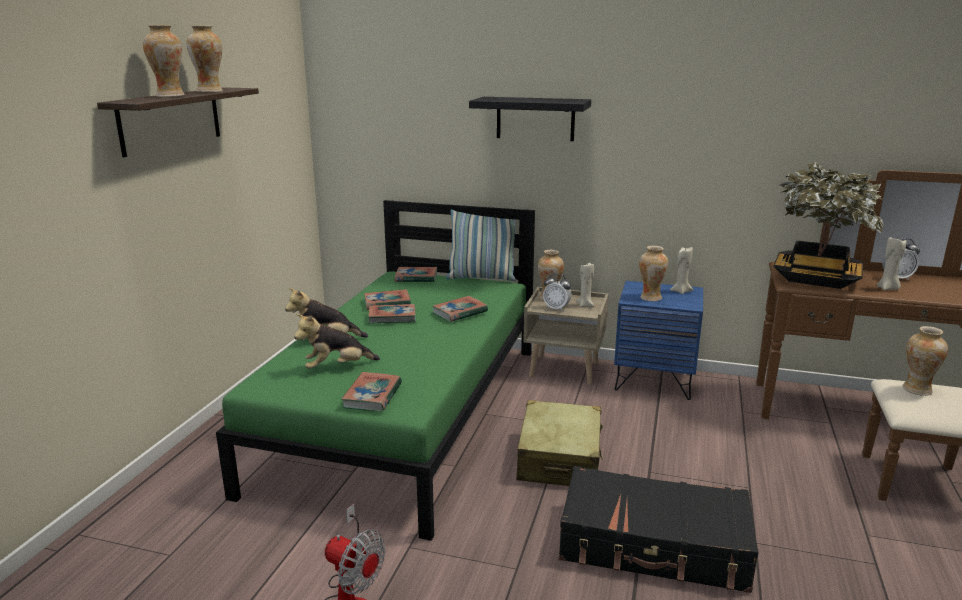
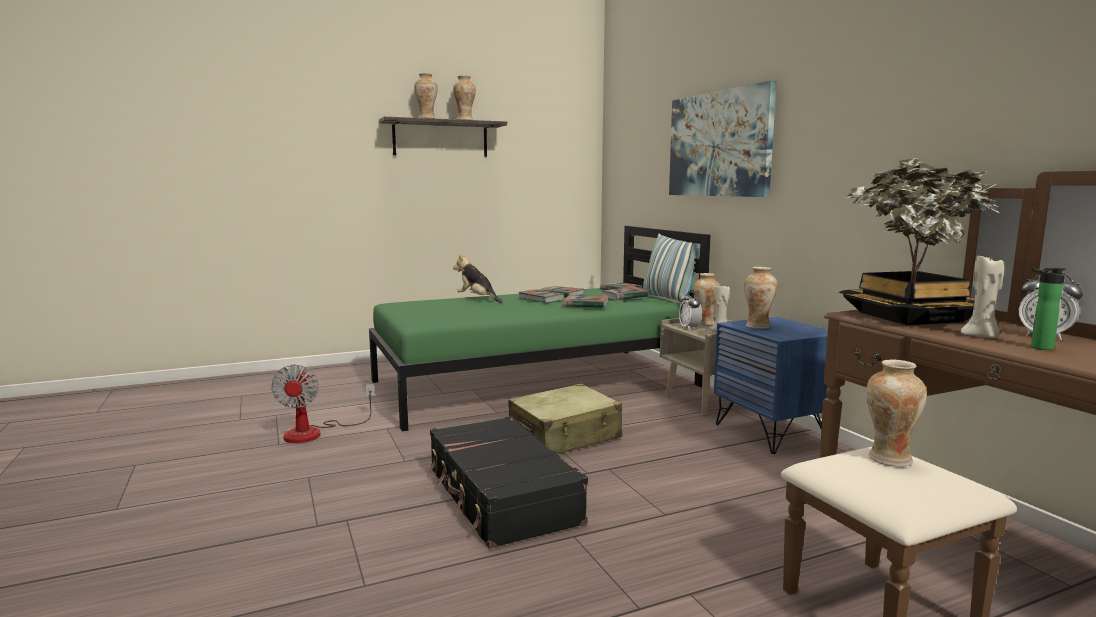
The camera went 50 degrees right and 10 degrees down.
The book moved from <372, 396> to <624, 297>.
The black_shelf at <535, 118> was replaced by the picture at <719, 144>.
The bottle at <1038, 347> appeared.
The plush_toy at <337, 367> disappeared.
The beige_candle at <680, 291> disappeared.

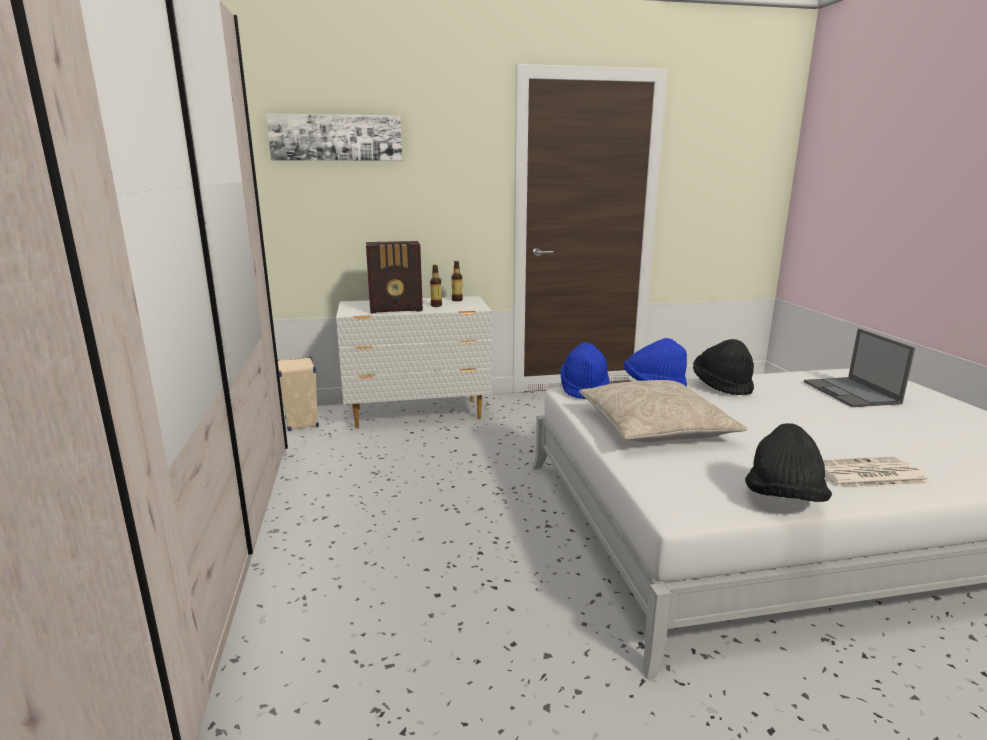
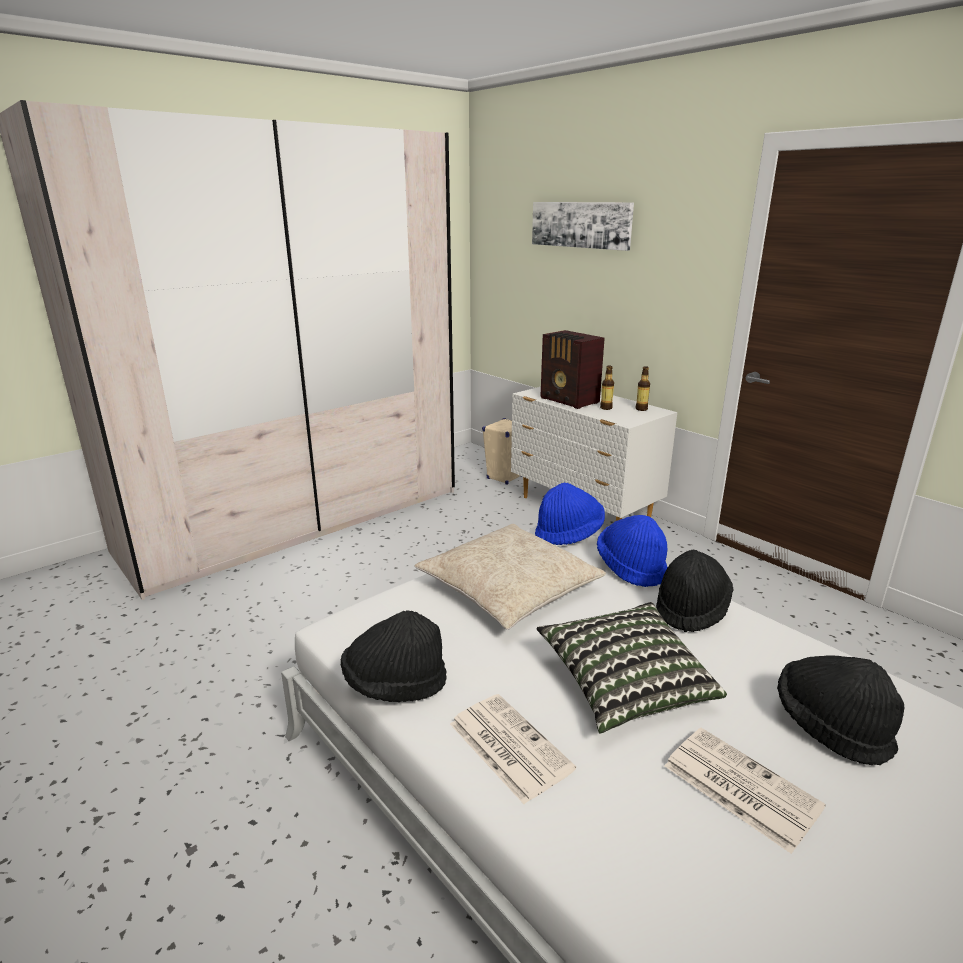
The camera went 60 degrees right and 5 degrees up.
The pillow at <625, 684> appeared.
The newspaper at <738, 786> appeared.
The laptop at <851, 393> was replaced by the black_hat at <830, 727>.

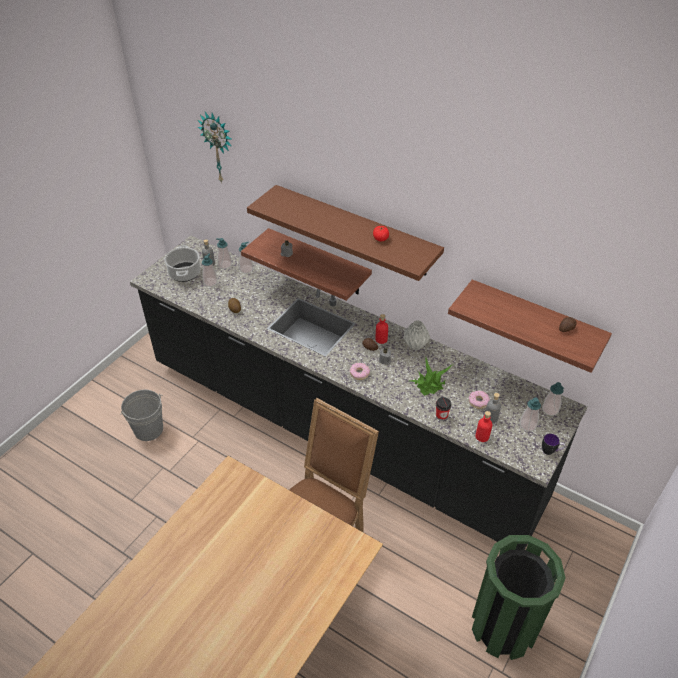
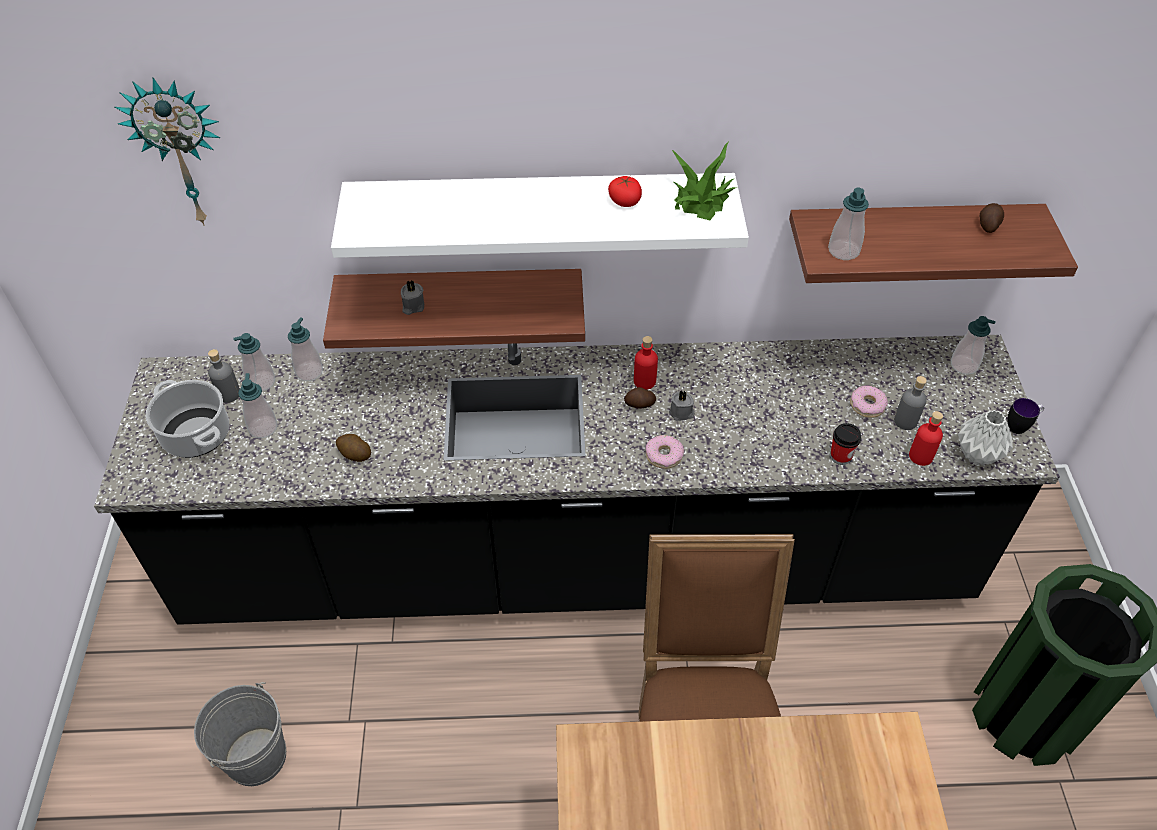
The camera went 35 degrees left and 5 degrees up.
The brown_shelf at <355, 230> became the white_shelf at <540, 209>.
The potted_plant moved from <430, 384> to <702, 199>.
The soap_dispenser moved from <528, 425> to <843, 251>.
The grey_vase moved from <416, 345> to <978, 455>.

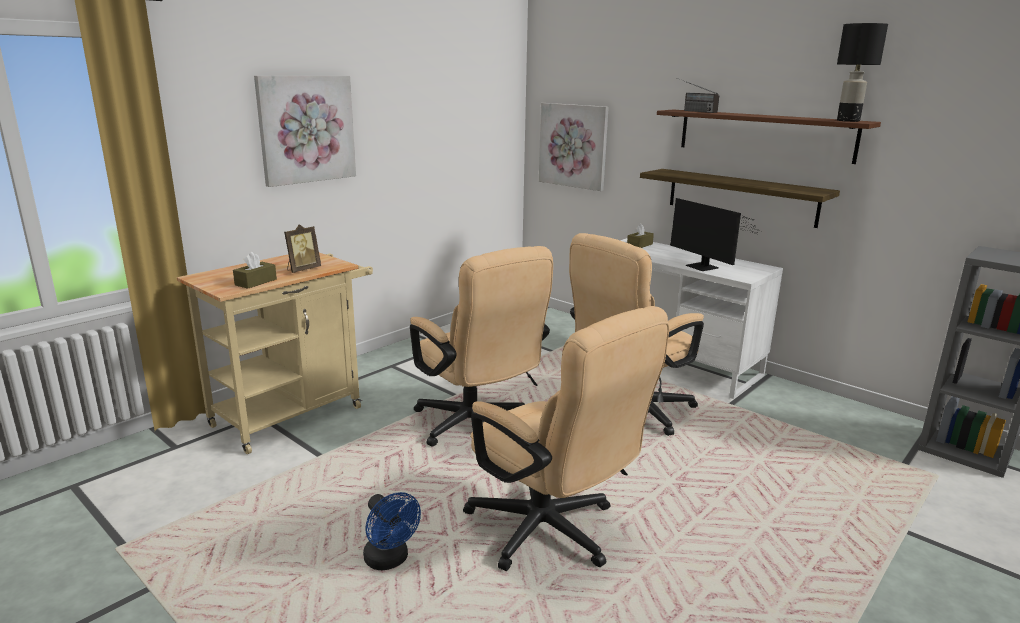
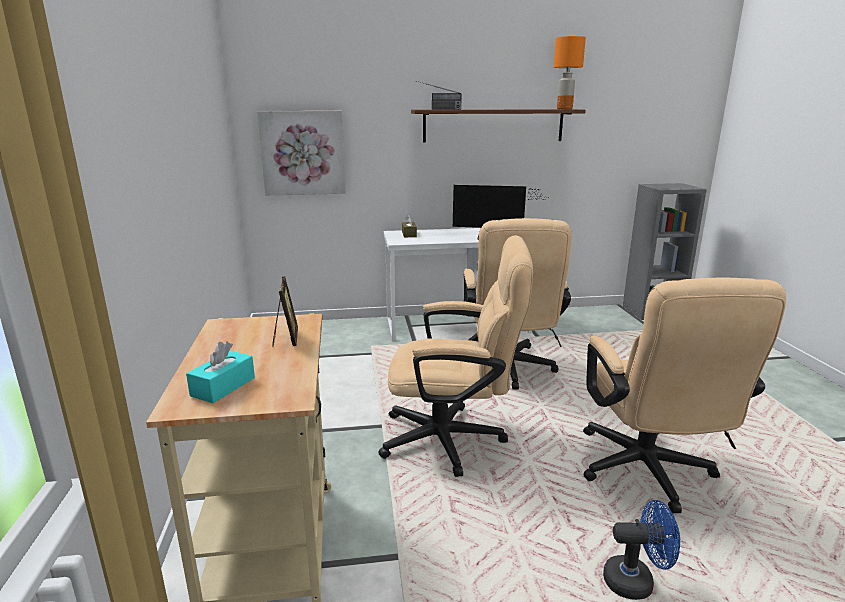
The camera went 50 degrees left and 0 degrees up.
The turquoise_tissue_box at <223, 387> appeared.
The black_table_lamp at <848, 121> became the orange_table_lamp at <564, 109>.
The beige_office_chair at <552, 534> turned 90 degrees clockwise.
The brown_tissue_box at <256, 282> disappeared.
The picture at <306, 129> disappeared.
The shelf at <741, 197> disappeared.

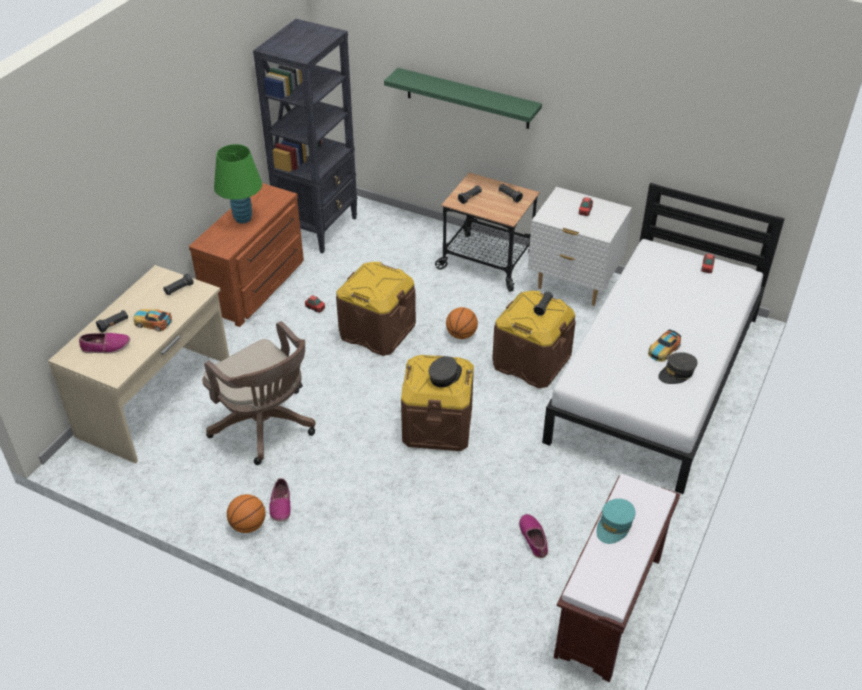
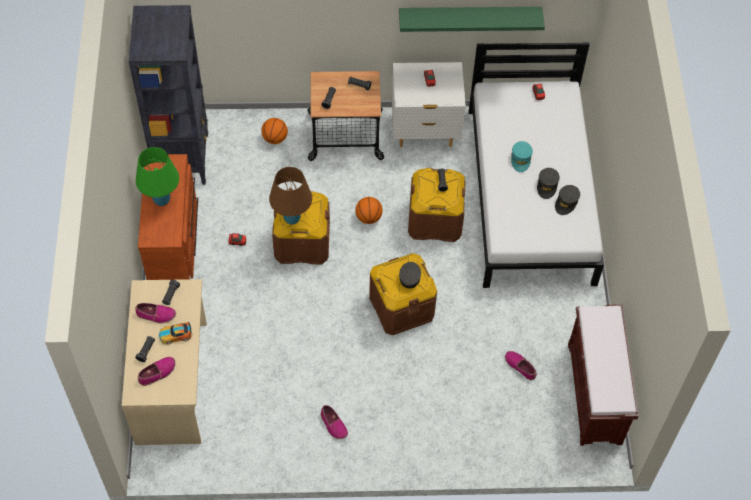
The camera went 30 degrees left and 15 degrees up.
The shoe at <156, 315> appeared.
The basketball moved from <248, 525> to <275, 138>.
The brown_table_lamp at <292, 218> appeared.
The green_shelf moved from <467, 98> to <469, 16>.
The turquoise_cap moved from <614, 525> to <521, 159>.
The toy_car at <663, 350> was replaced by the grey_cap at <547, 186>.
The brown_office_chair at <266, 427> disappeared.

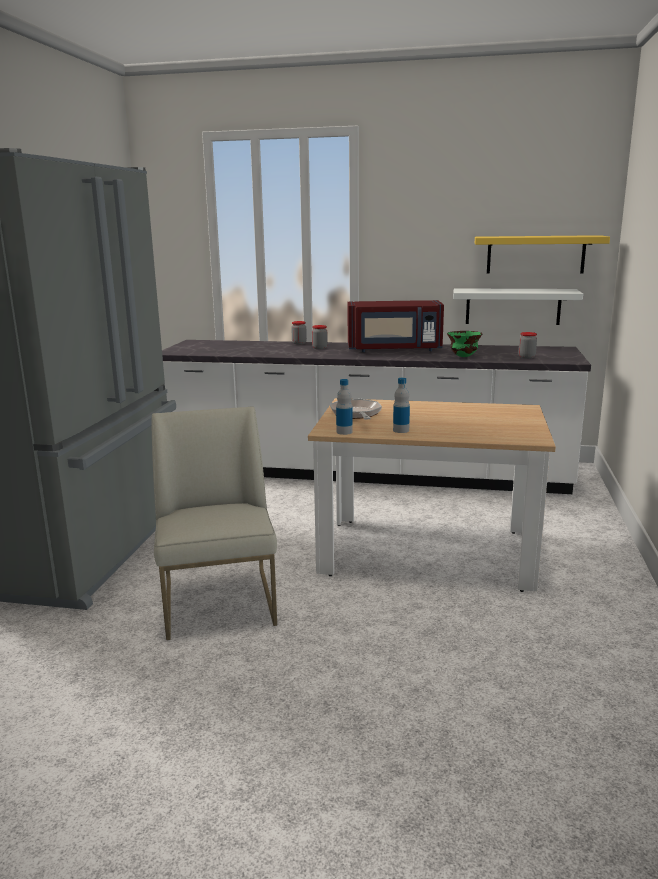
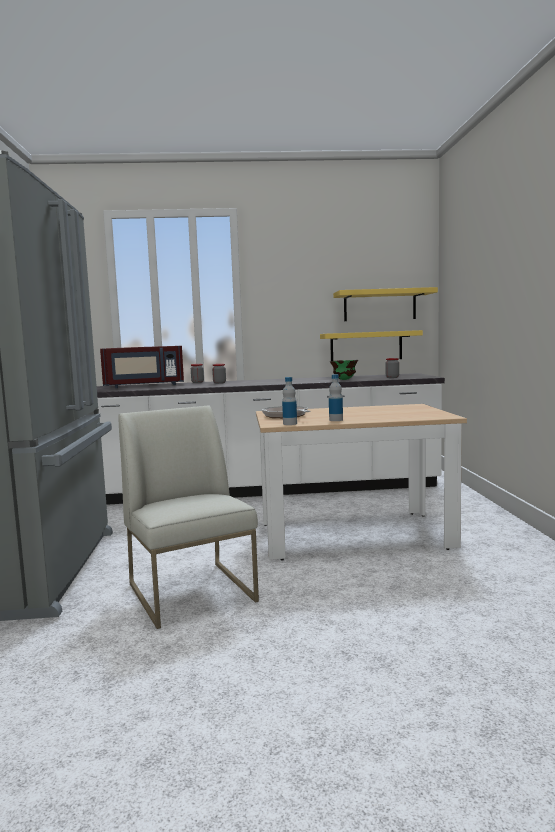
The camera went 15 degrees left and 10 degrees down.
The red_microwave moved from <394, 349> to <144, 386>.
The white_shelf at <513, 306> became the yellow_shelf at <366, 346>.

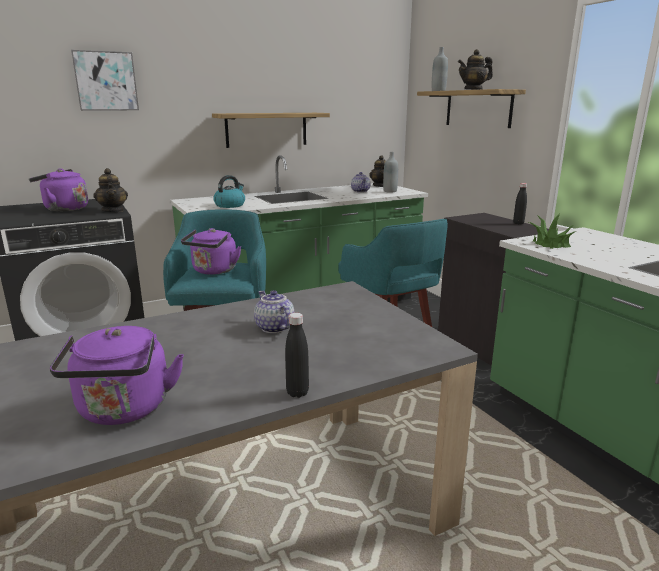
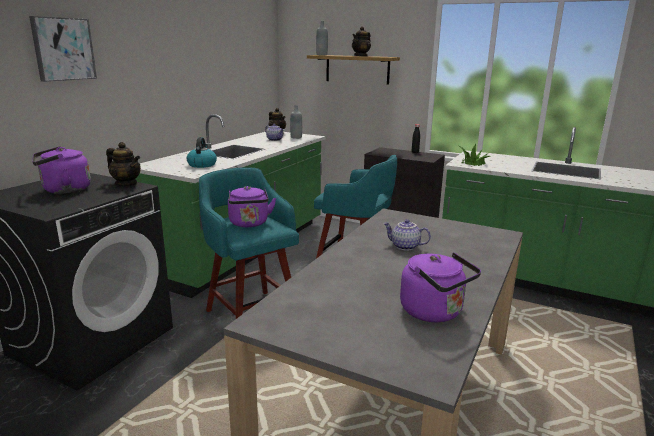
The camera went 35 degrees left and 0 degrees up.
The shelf at <266, 129> disappeared.
The black_bottle at <297, 392> disappeared.

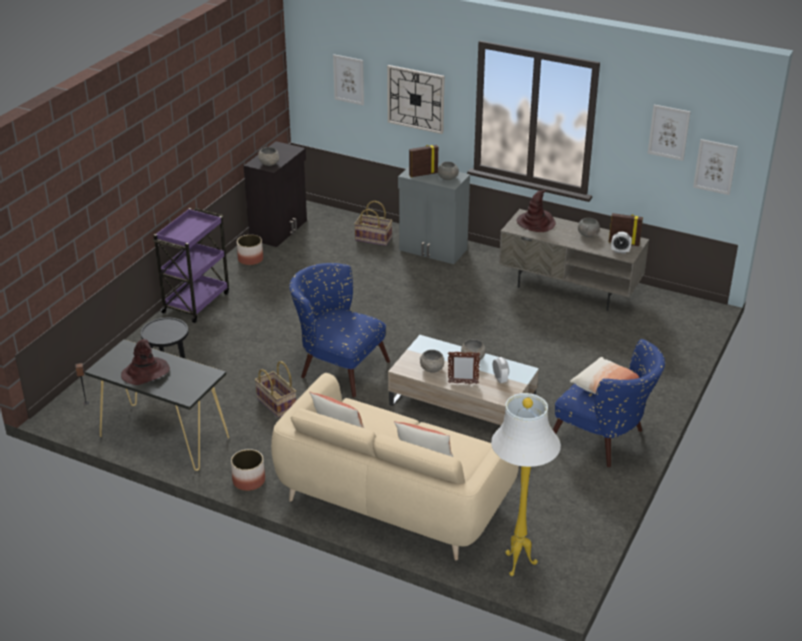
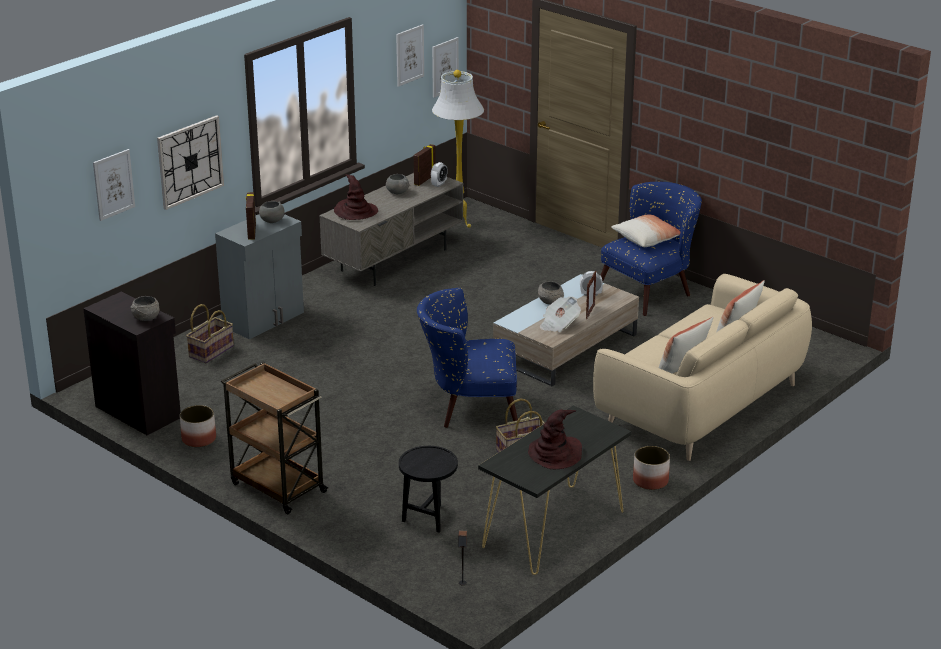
The camera went 75 degrees left and 5 degrees down.
The purple_cart at <196, 302> became the brown_cart at <277, 487>.
The blue_armchair at <337, 367> turned 45 degrees clockwise.
The white_floor_lamp moved from <516, 564> to <458, 224>.
The grey_bowl at <431, 369> was replaced by the newspaper at <559, 324>.

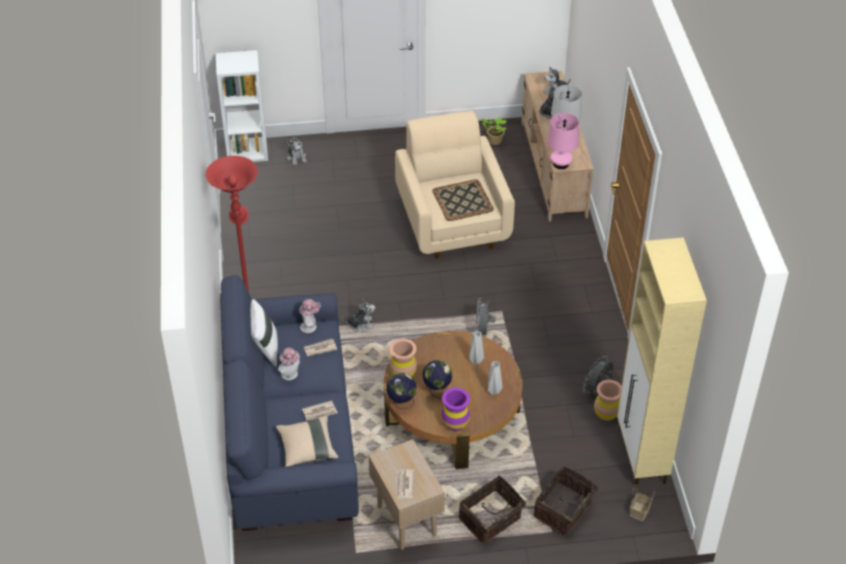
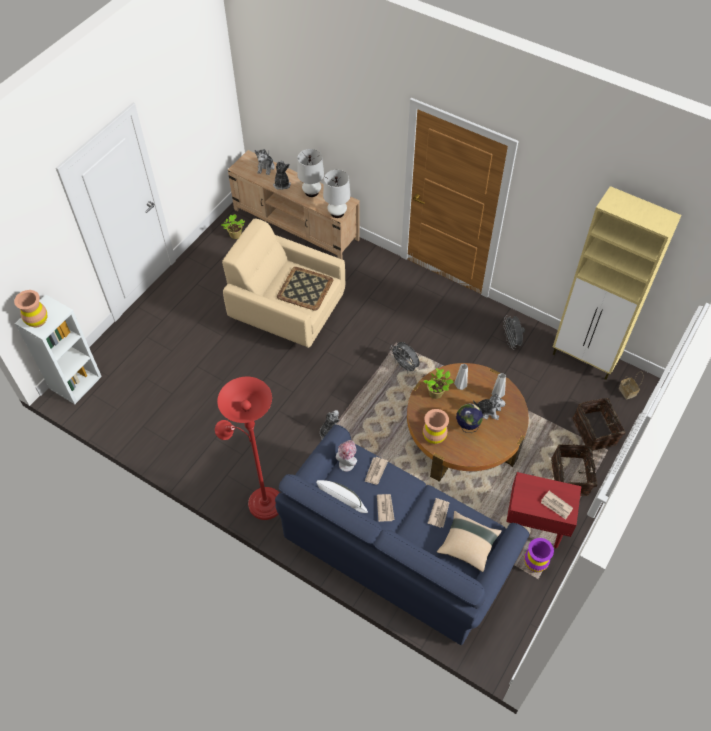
The camera went 50 degrees left and 10 degrees up.
The brown_vase moved from <606, 413> to <37, 320>.
The pink_table_lamp at <561, 164> became the white_table_lamp at <337, 213>.
The hat at <291, 375> was replaced by the newspaper at <385, 508>.
The potted_plant at <437, 393> appeared.
The plush_toy moved from <297, 157> to <488, 411>.
The beige_side_table at <406, 520> became the red_side_table at <533, 527>.
The purple_vase moved from <455, 423> to <535, 563>.
The globe at <401, 402> disappeared.

